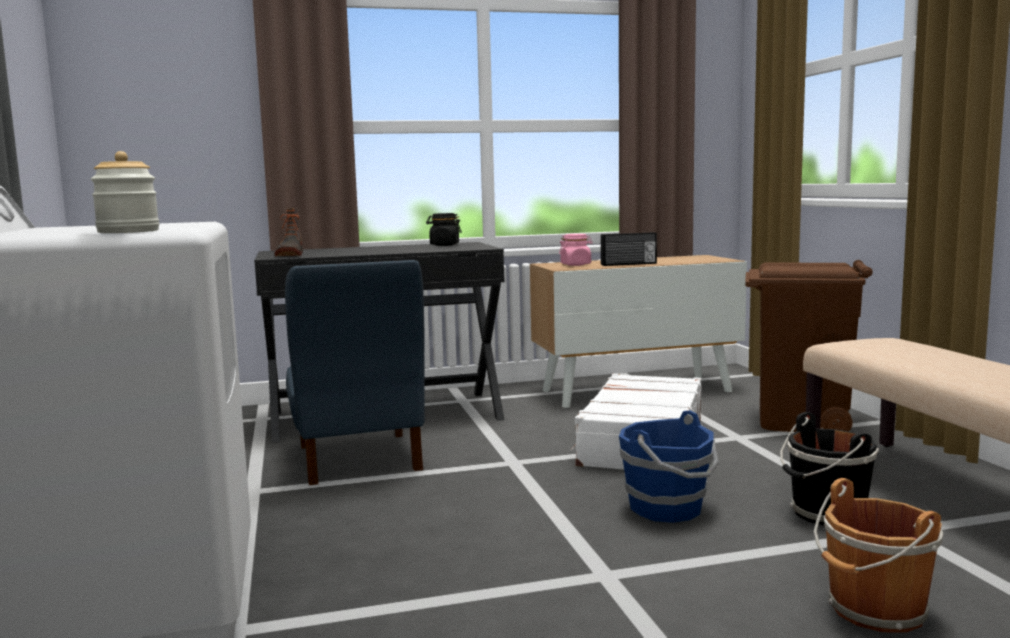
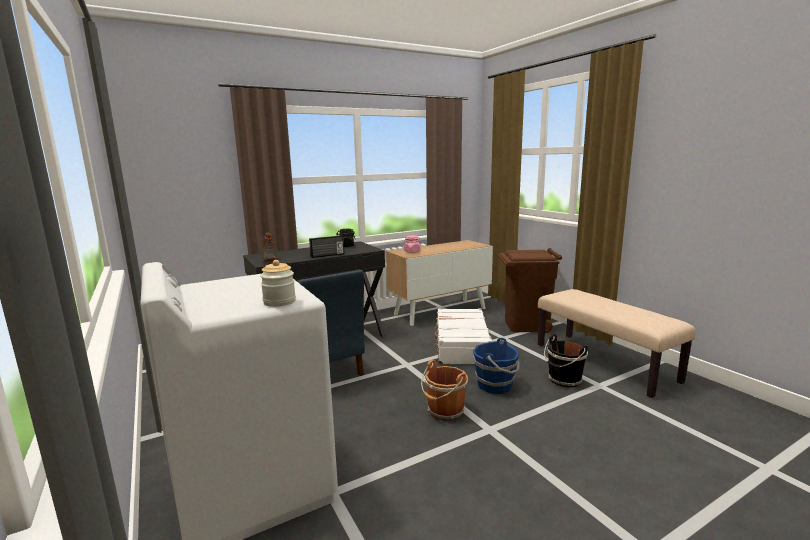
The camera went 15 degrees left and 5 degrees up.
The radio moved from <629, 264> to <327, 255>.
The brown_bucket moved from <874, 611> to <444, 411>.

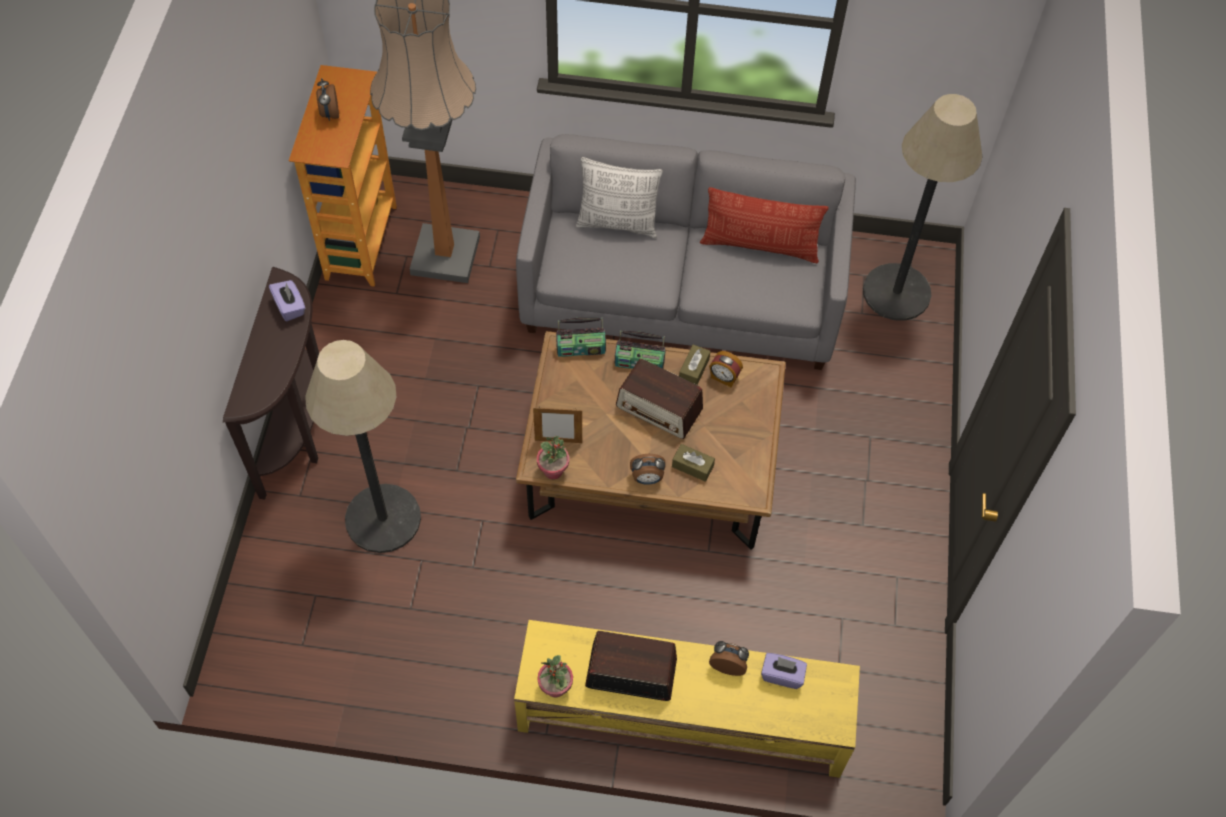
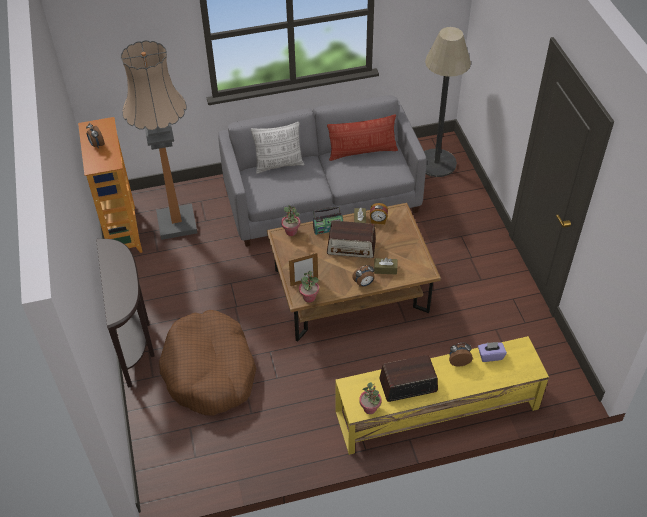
The camera went 20 degrees left and 10 degrees down.
The floor_lamp at <383, 518> was replaced by the brown_dog_bed at <210, 371>.
The radio at <581, 348> was replaced by the potted_plant at <291, 232>.
The purple_tissue_box at <290, 307> disappeared.

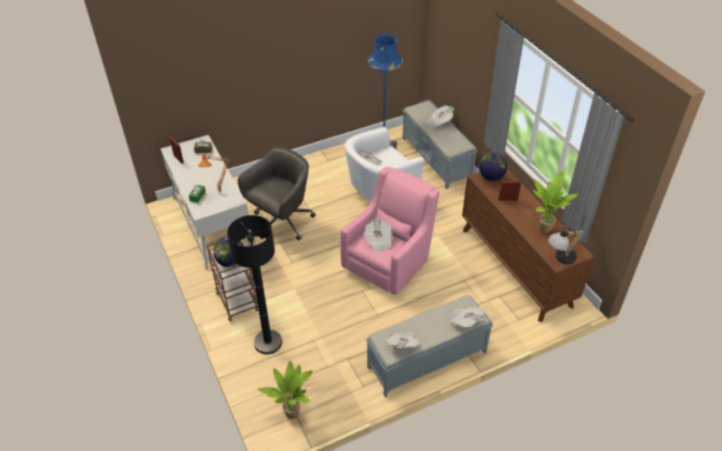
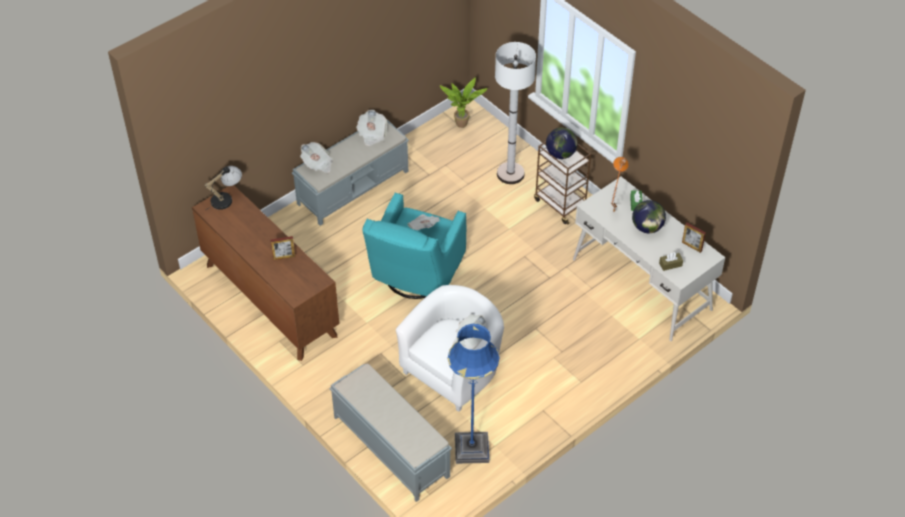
The camera went 165 degrees right and 5 degrees up.
The pink_armchair at <389, 263> became the turquoise_armchair at <415, 276>.
The black_floor_lamp at <268, 342> became the white_floor_lamp at <510, 174>.
The globe moved from <491, 177> to <647, 227>.
The grey_office_chair at <281, 222> disappeared.
The newspaper at <439, 122> disappeared.
The potted_plant at <543, 228> disappeared.

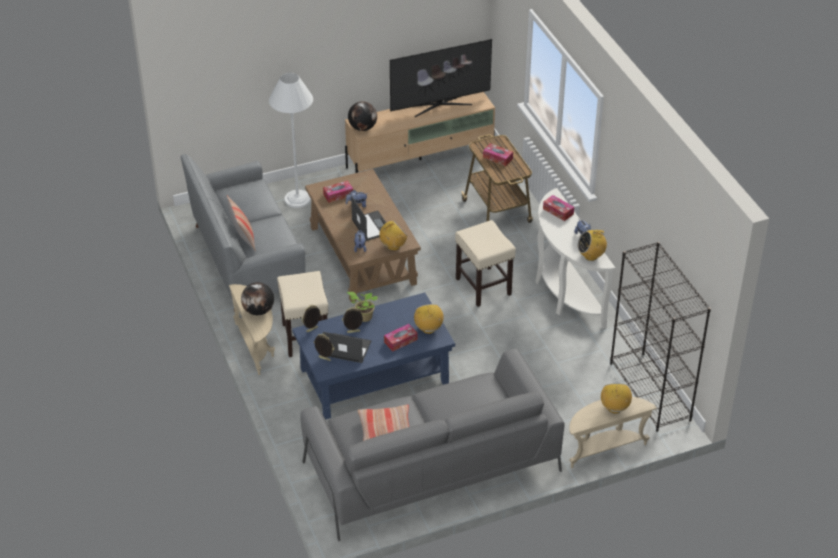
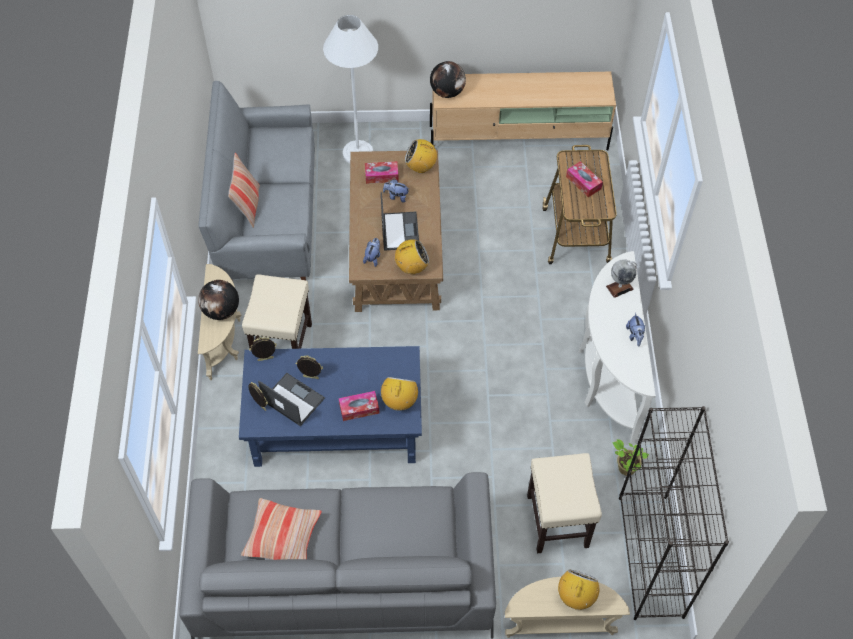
The camera went 20 degrees right and 15 degrees up.
The radio moved from <591, 256> to <421, 167>.
The beige_stool moved from <484, 287> to <558, 522>.
The tissue_box at <558, 211> was replaced by the globe at <619, 287>.
The potted_plant moved from <363, 317> to <625, 467>.
The television at <439, 105> disappeared.

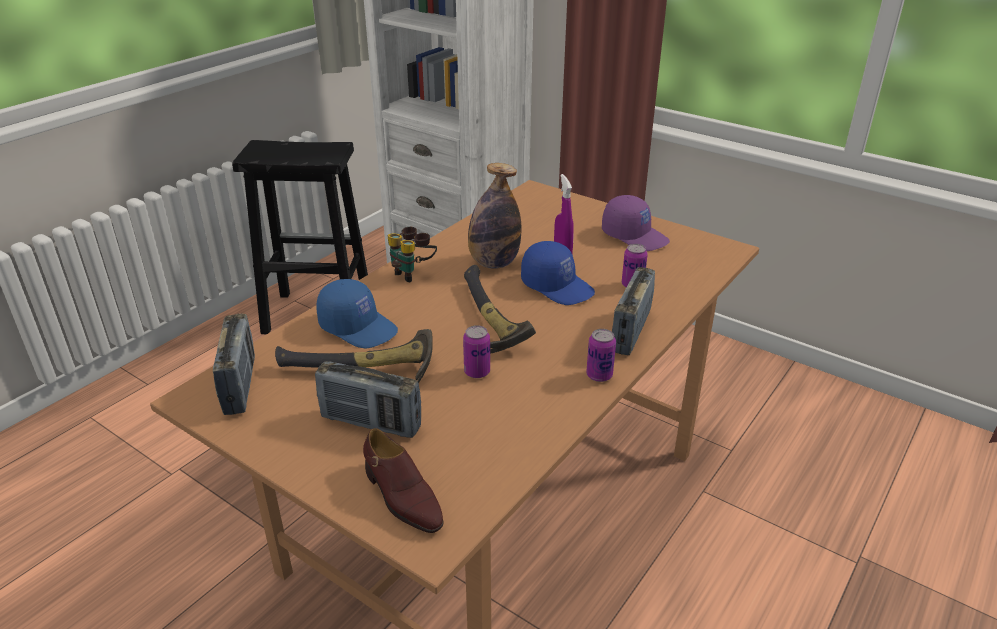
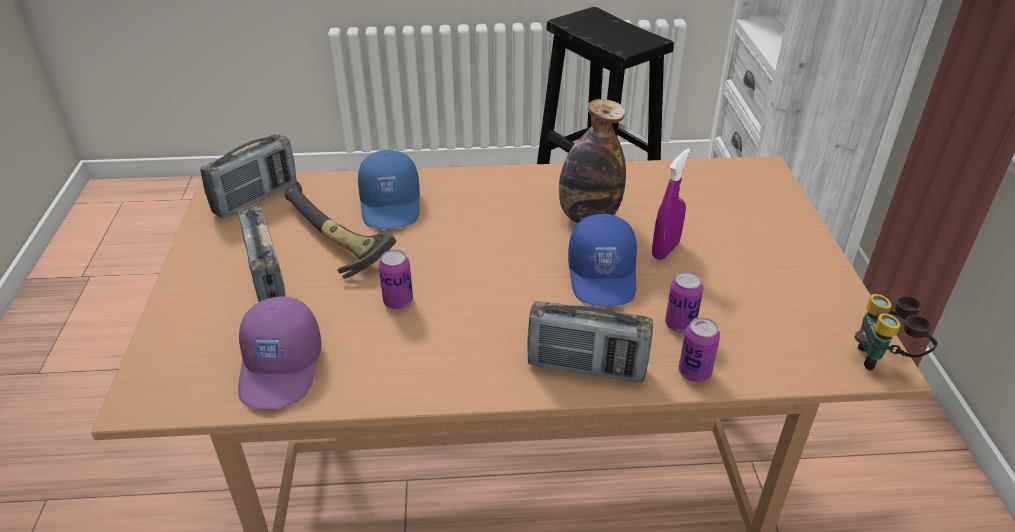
The camera went 50 degrees right and 5 degrees up.
The purple_cap moved from <635, 236> to <282, 368>.
The radio at <631, 332> turned 150 degrees counterclockwise.
The can moved from <599, 375> to <694, 372>.
The binoculars moved from <413, 273> to <884, 359>.
The brown_shoe at <402, 497> disappeared.
The hammer at <488, 321> disappeared.

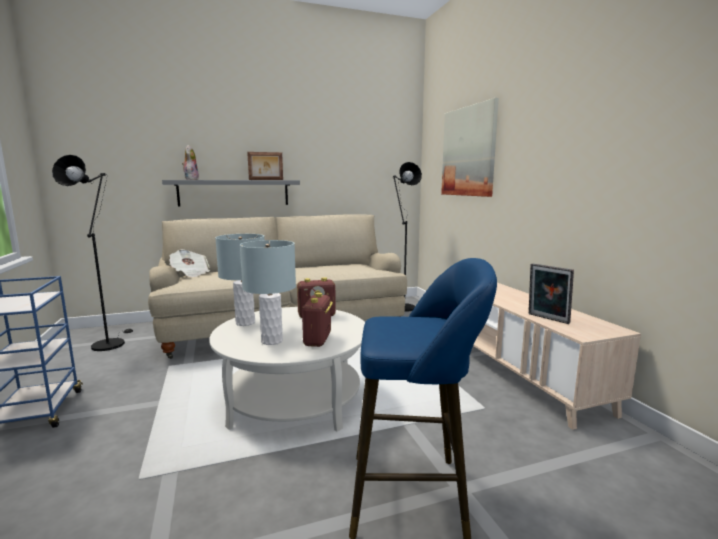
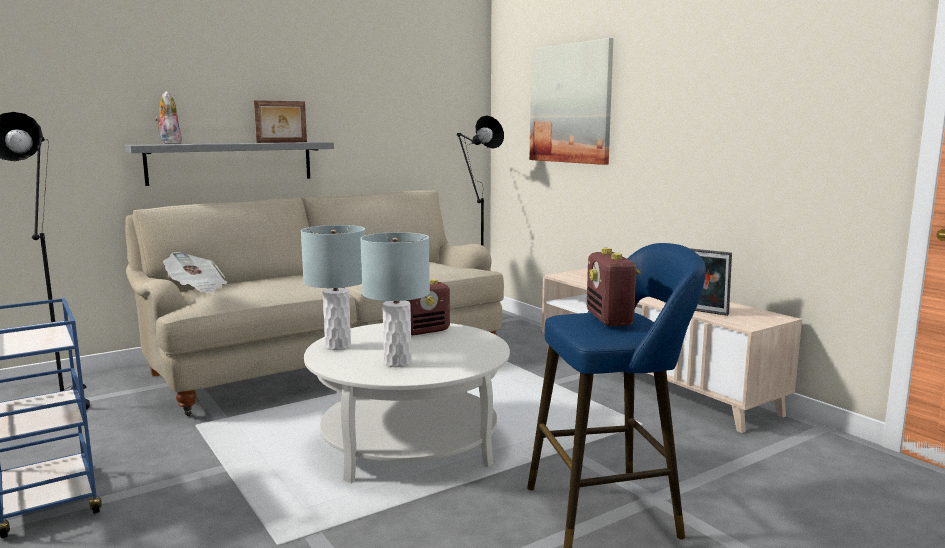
The camera went 15 degrees left and 0 degrees up.
The radio moved from <317, 340> to <609, 319>.

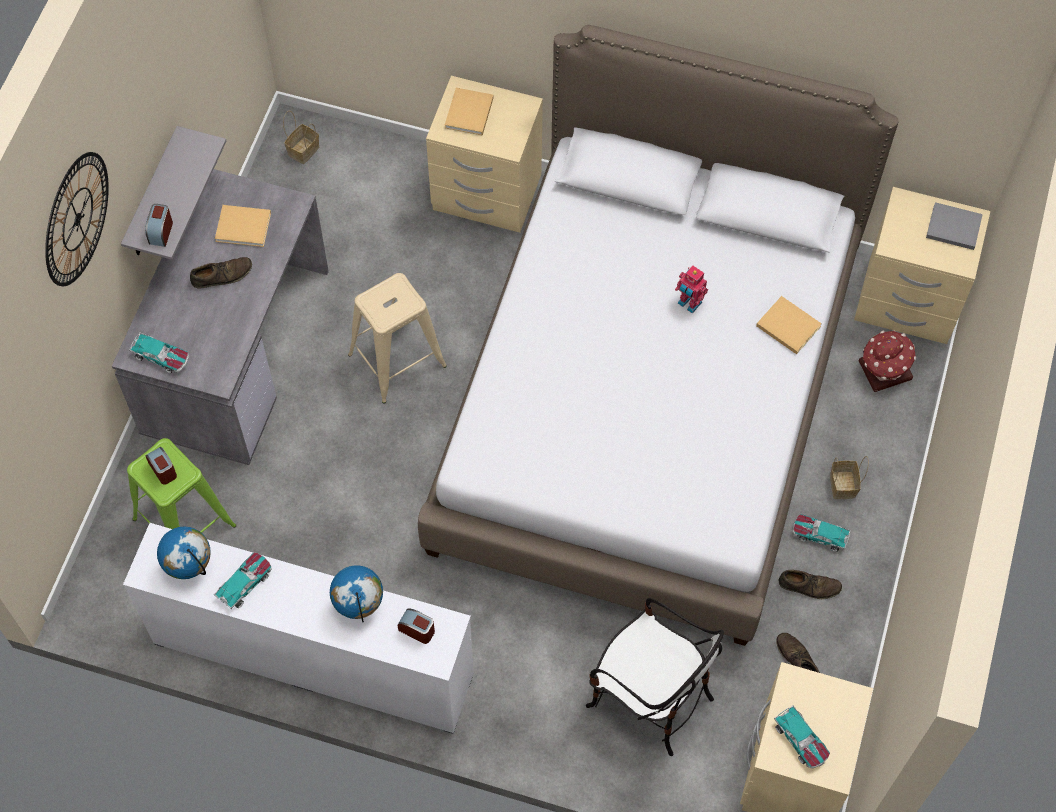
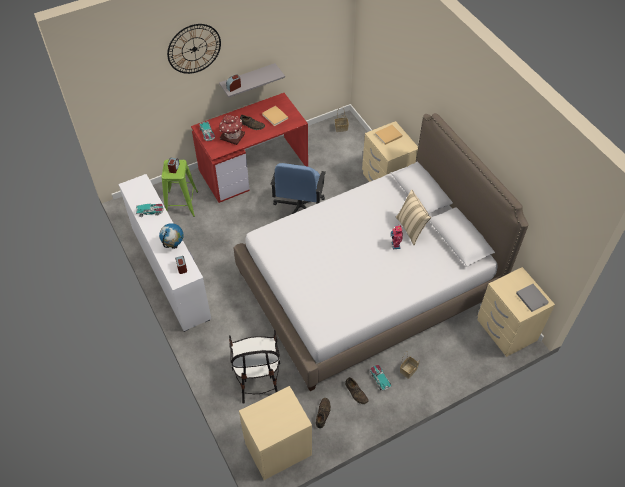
The camera went 45 degrees right and 10 degrees down.
The grey_desk at <235, 349> became the red_desk at <253, 168>.
The toy_house moved from <883, 370> to <232, 136>.
The beige_stool at <398, 360> was replaced by the blue_office_chair at <299, 208>.
The beige_pillow at <411, 228> appeared.
The globe at <190, 567> disappeared.
The beige_book at <787, 325> disappeared.
The toy_car at <801, 740> disappeared.

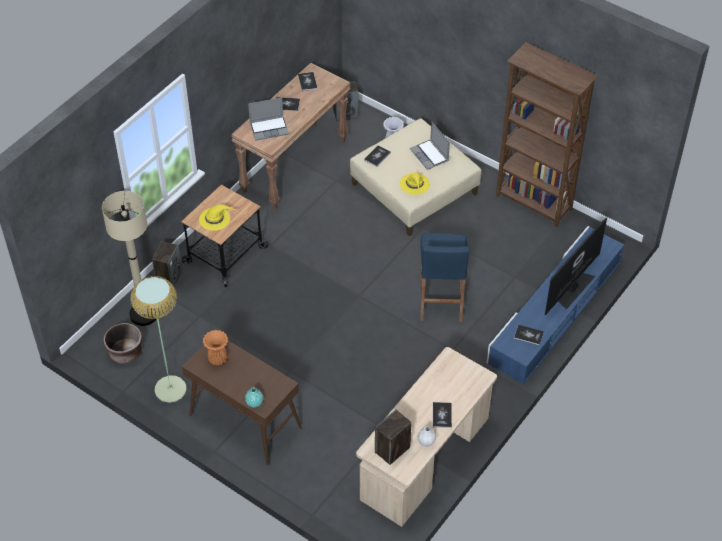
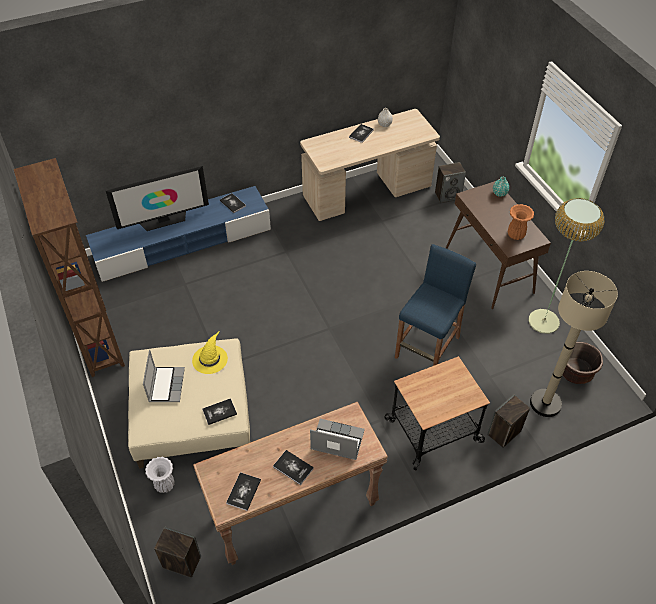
The camera went 150 degrees left and 0 degrees up.
The blue_stool moved from <440, 299> to <428, 347>.
The speaker moved from <392, 450> to <448, 195>.
The yellow_hat at <215, 218> disappeared.

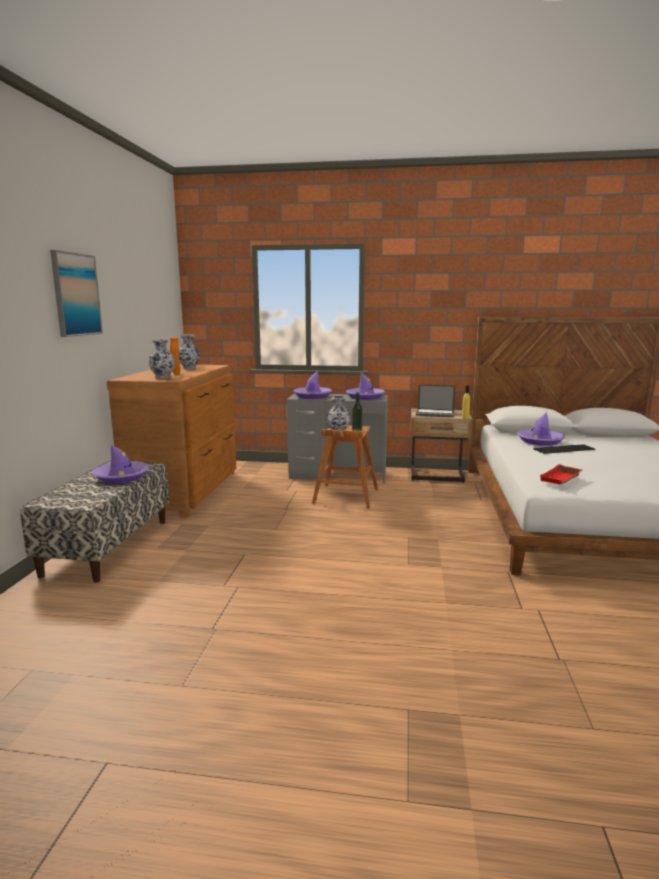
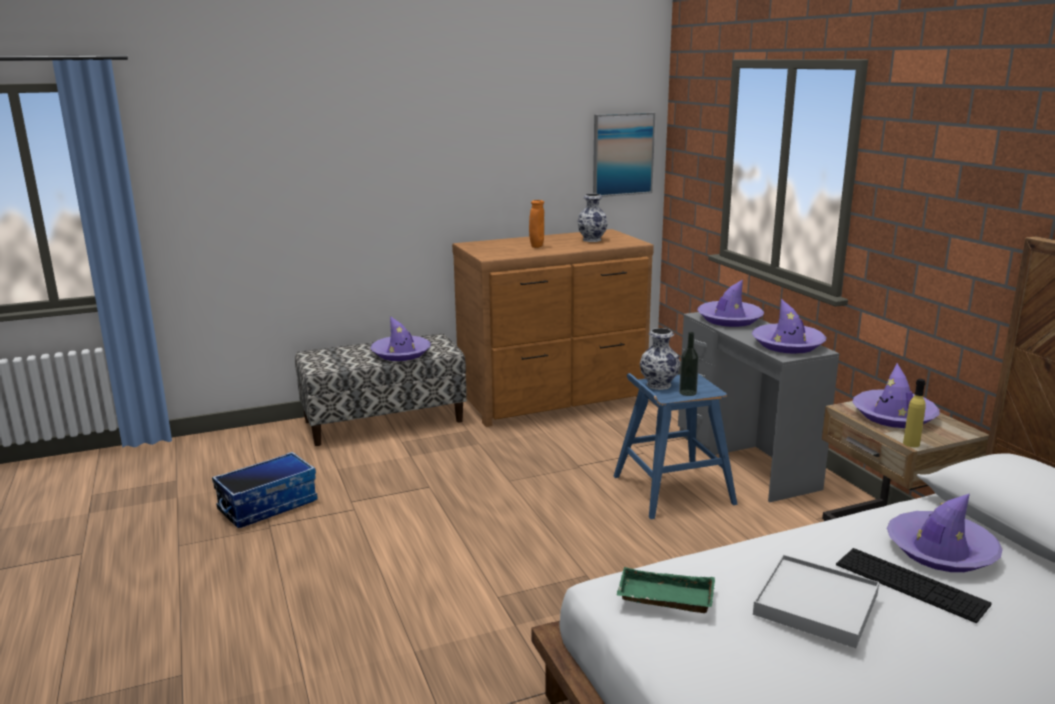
The camera went 60 degrees right and 5 degrees up.
The storage_box at <268, 505> appeared.
The picture moved from <76, 294> to <622, 154>.
The brown_stool at <345, 496> became the blue_stool at <671, 490>.
The red_tray at <561, 479> became the green_tray at <664, 598>.
The white_tray at <815, 604> appeared.
The laptop at <435, 413> was replaced by the purple_hat at <894, 416>.
The vase at <163, 377> disappeared.

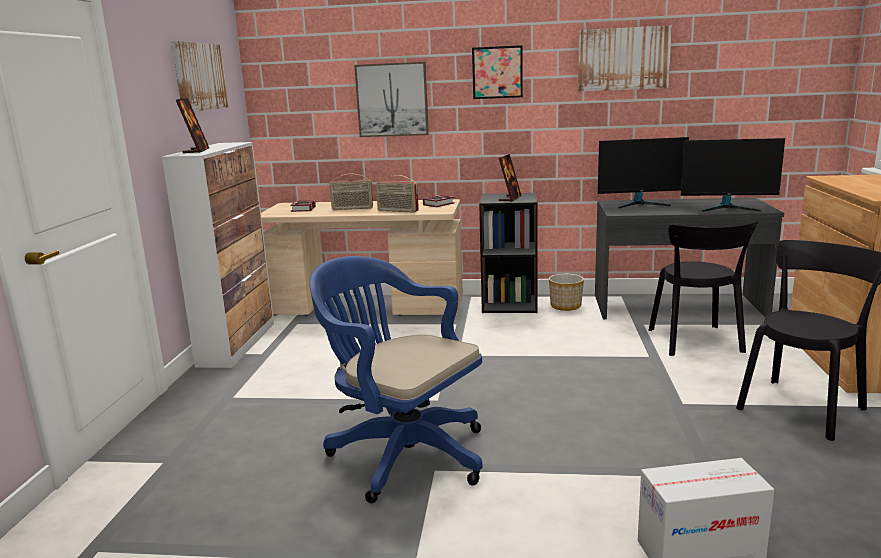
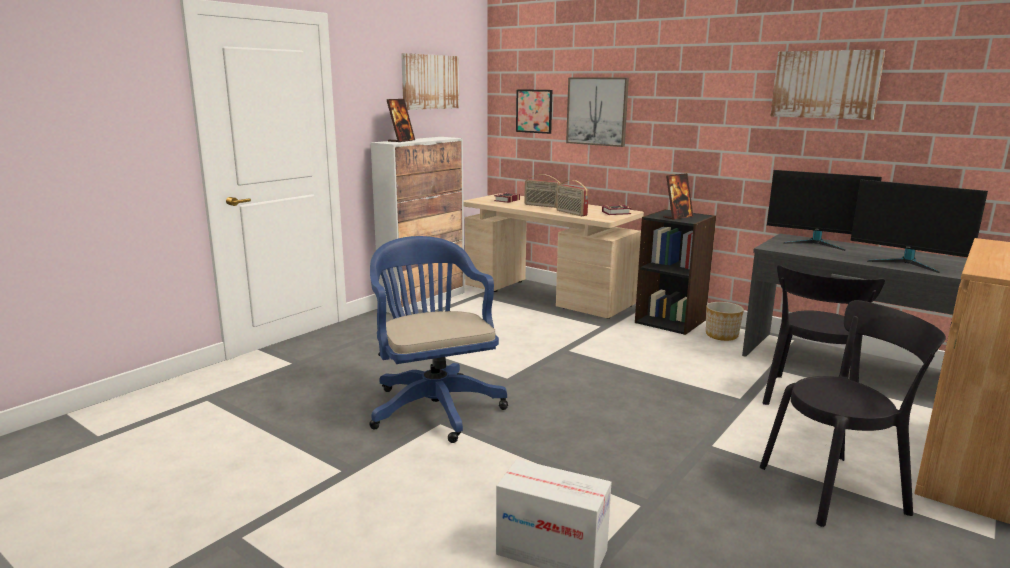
The camera went 30 degrees right and 0 degrees up.
The picture moved from <497, 72> to <534, 111>.

